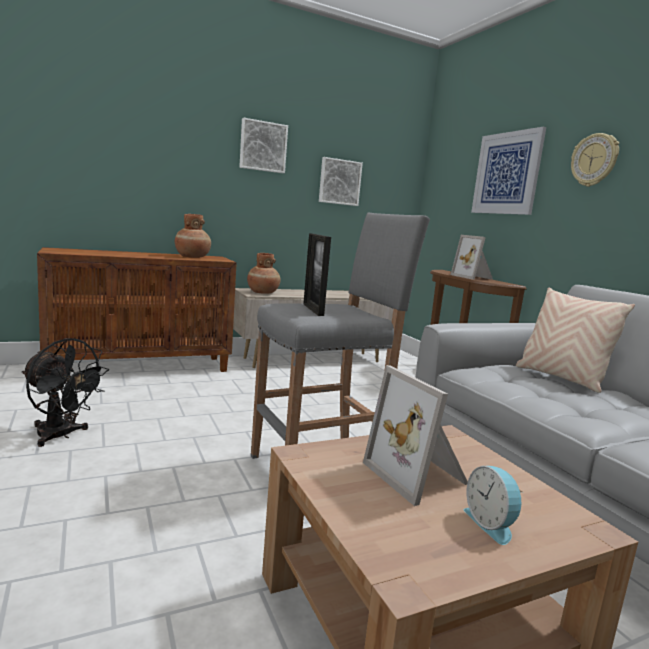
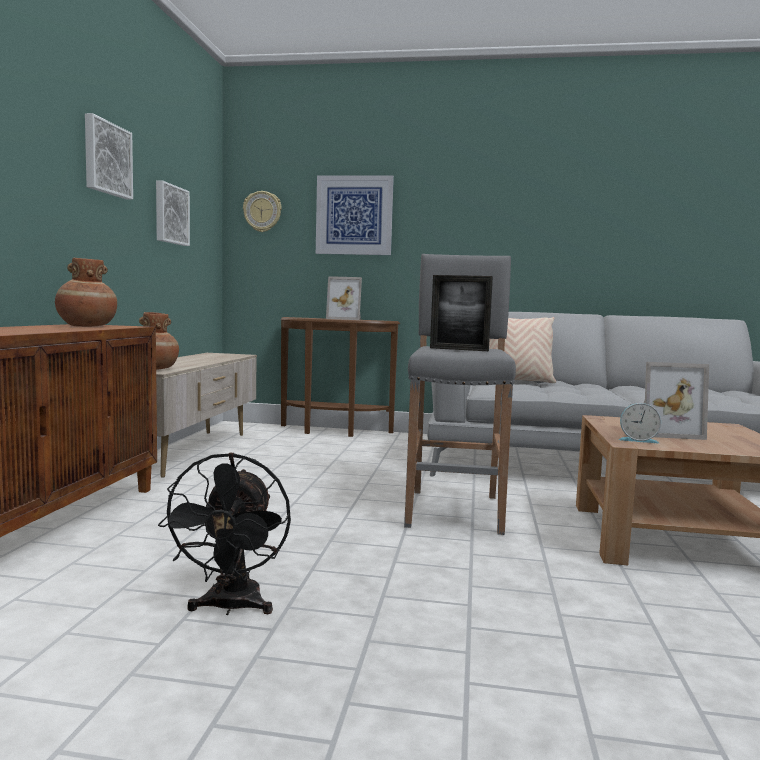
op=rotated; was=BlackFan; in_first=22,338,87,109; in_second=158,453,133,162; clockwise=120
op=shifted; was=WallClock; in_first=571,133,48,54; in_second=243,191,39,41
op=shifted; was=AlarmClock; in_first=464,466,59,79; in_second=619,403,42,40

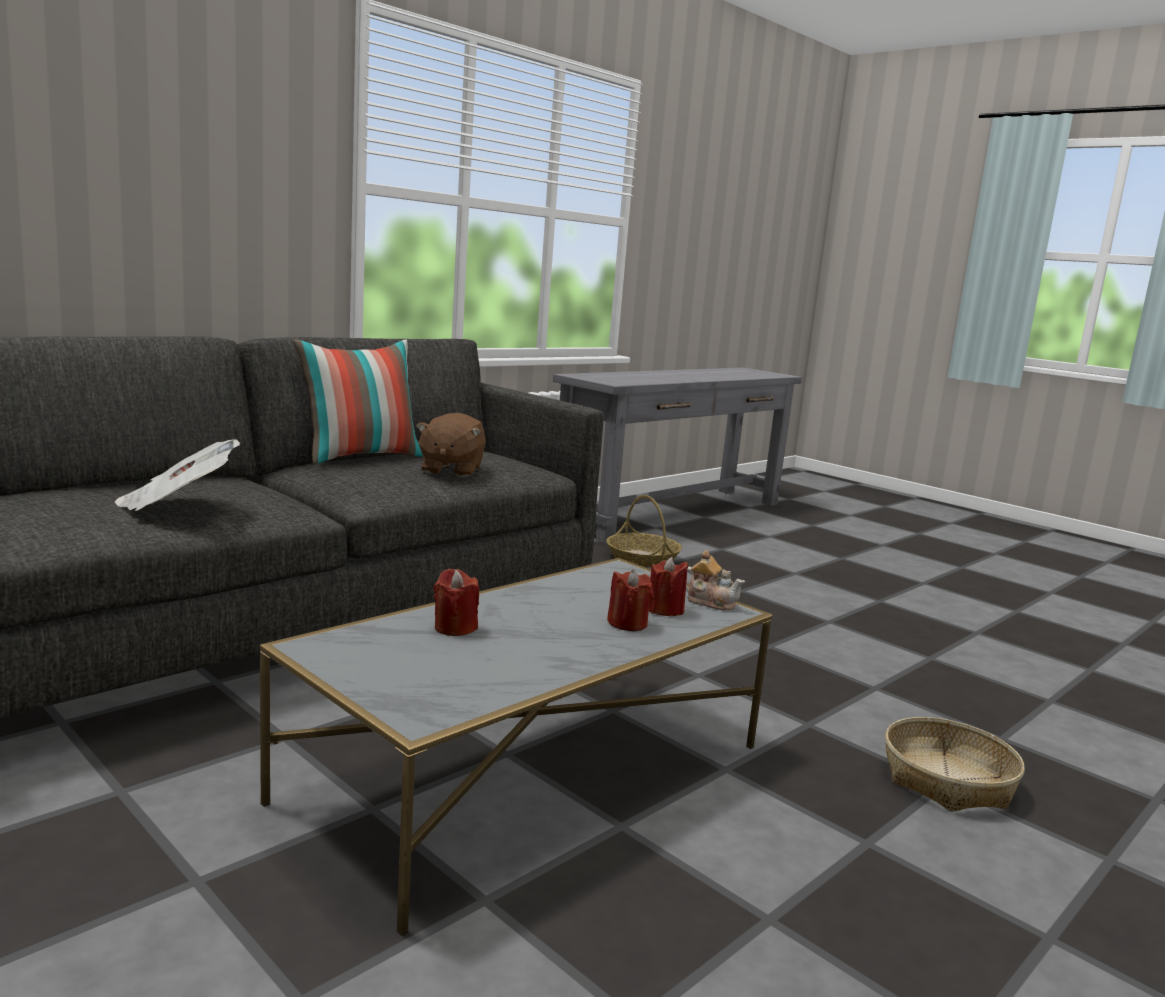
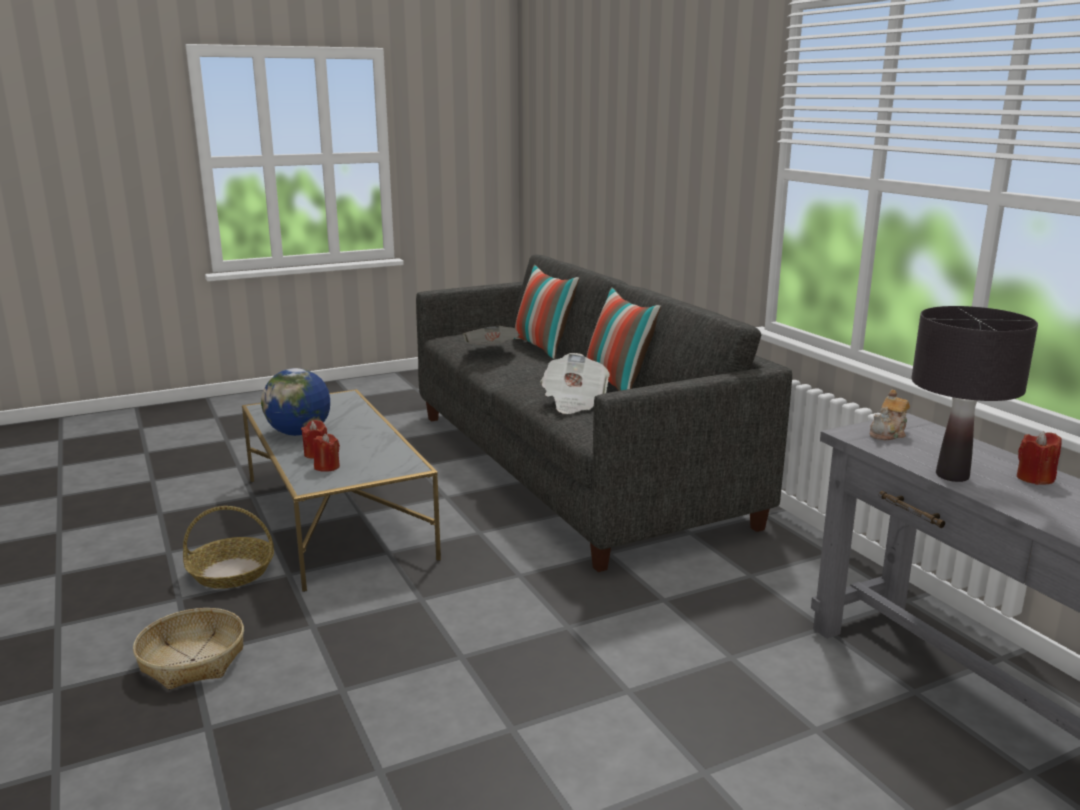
op=shifted; was=Basket; in_first=606,495,76,72; in_second=183,506,91,83
op=new; now=Globe; in_second=261,368,69,68
op=new; now=Pillow; in_second=514,265,65,94
op=swapped; was=BrownPlushToy; now=Newspaper; in_first=416,413,70,64; in_second=541,353,69,61
op=shifted; was=Teapot; in_first=686,550,59,61; in_second=869,390,41,50
op=new; now=BlackTableLamp; in_second=911,306,127,176
op=shifted; was=RedCandle; in_first=434,569,45,67; in_second=1017,431,45,54

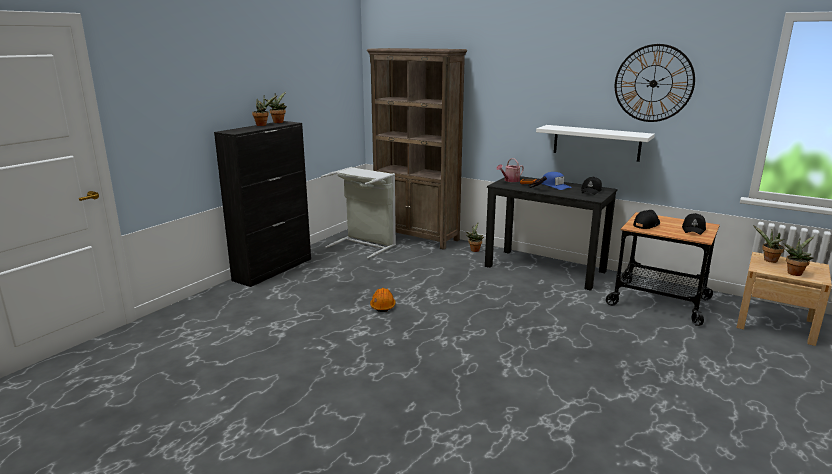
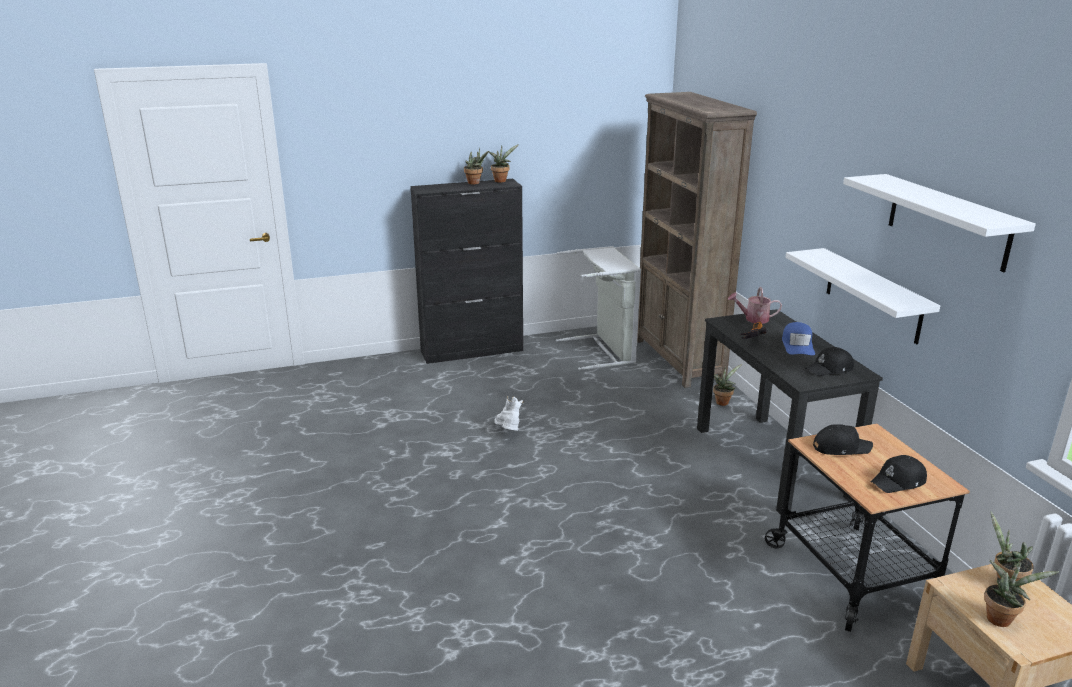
op=swapped; was=OrangeHardHat; now=WhiteBoot; in_first=370,288,26,24; in_second=494,396,30,35
op=swapped; was=WallClock; now=WhiteShelf; in_first=615,44,80,78; in_second=843,174,193,98

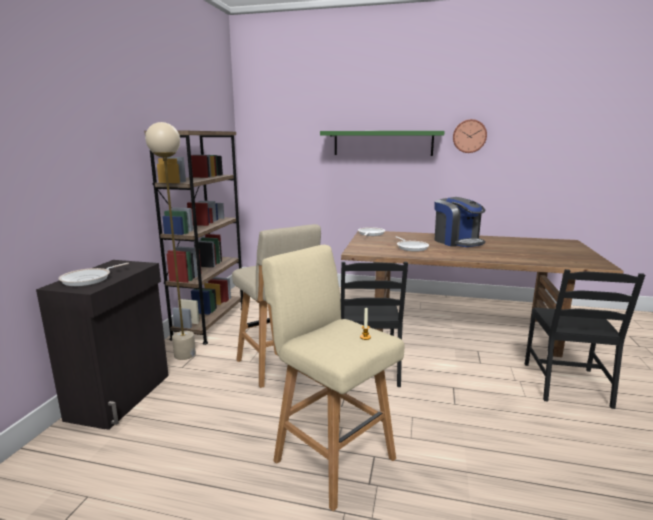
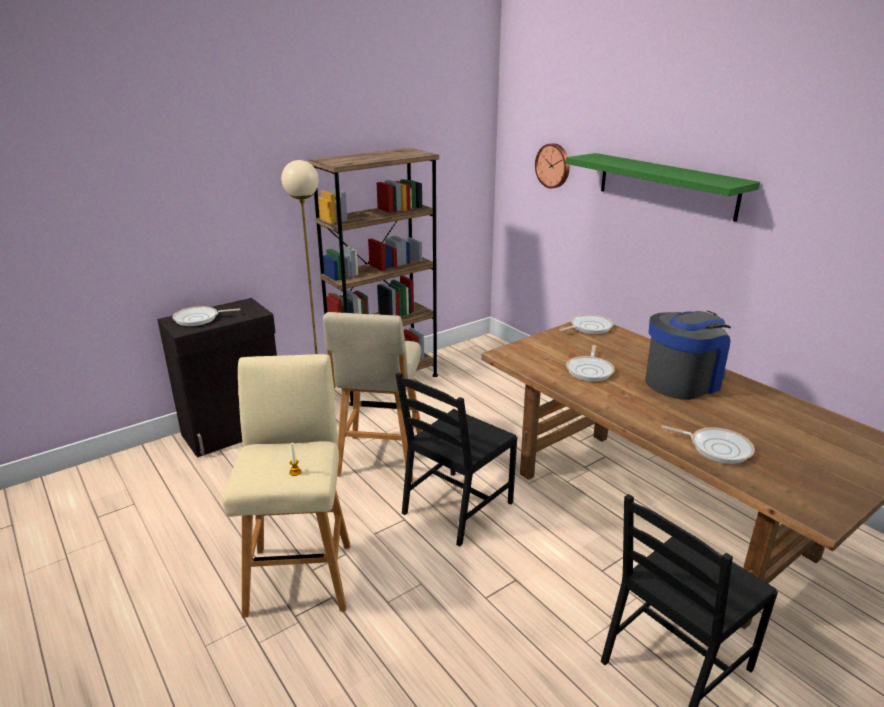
op=shifted; was=WallClock; in_first=453,119,34,34; in_second=535,143,35,45
op=rotated; was=CoffeeMachine; in_first=434,197,51,50; in_second=645,311,86,89; clockwise=-135
op=new; now=FryingPan; in_second=661,425,94,39

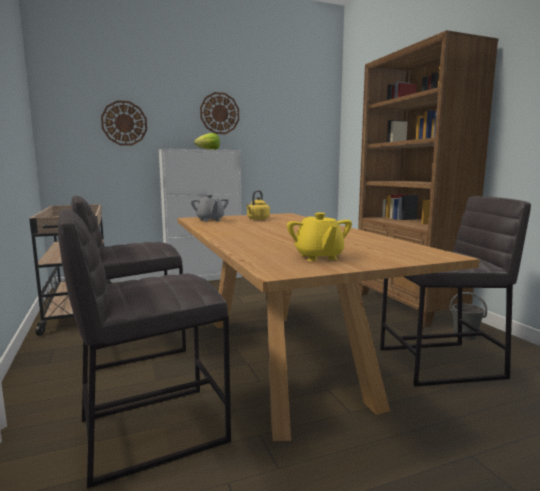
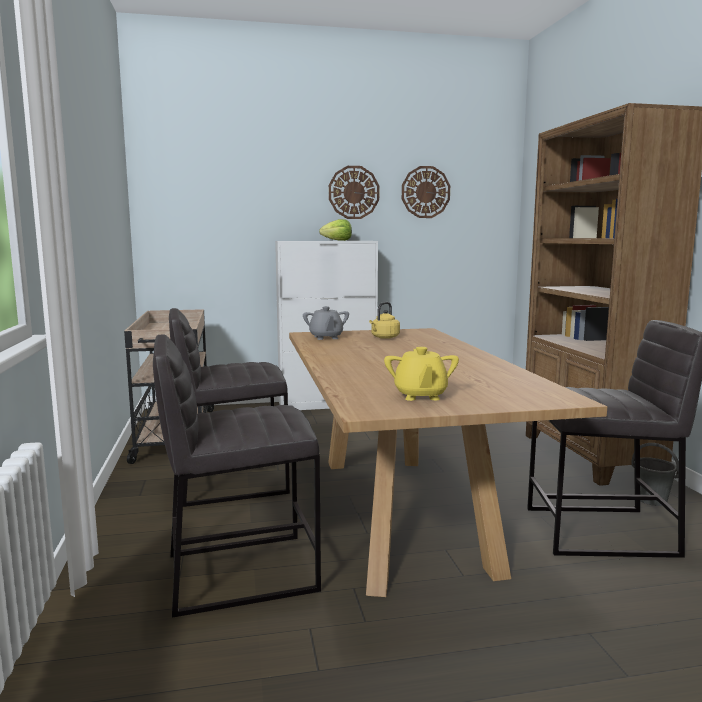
op=shifted; was=WallClock; in_first=101,100,46,46; in_second=402,166,48,52

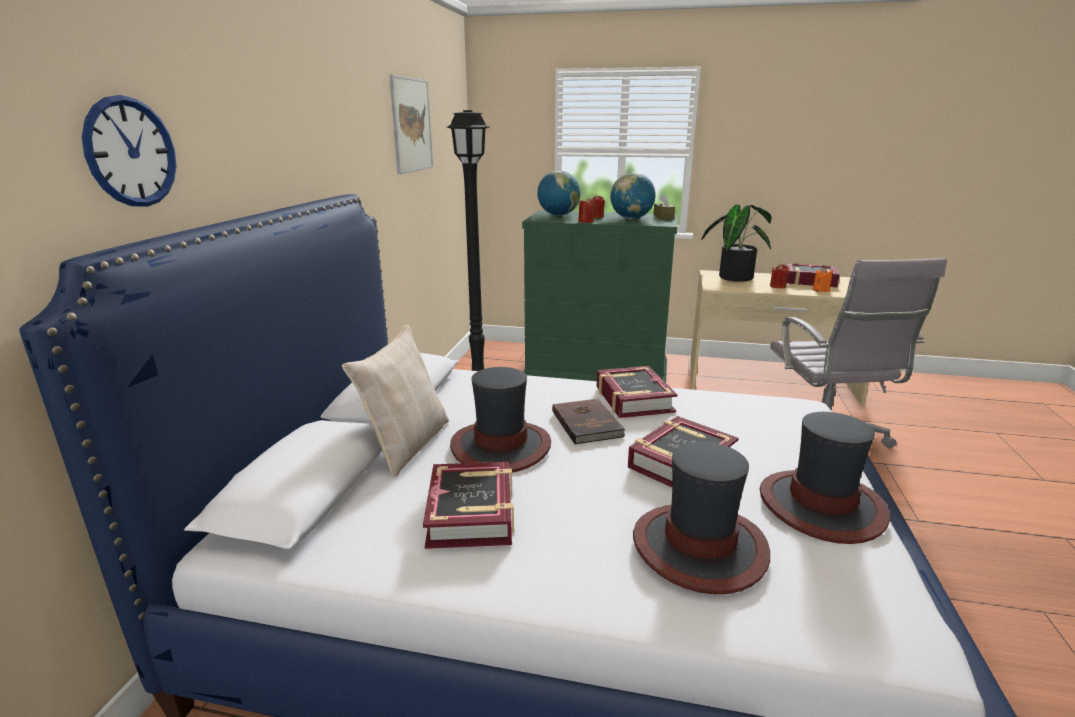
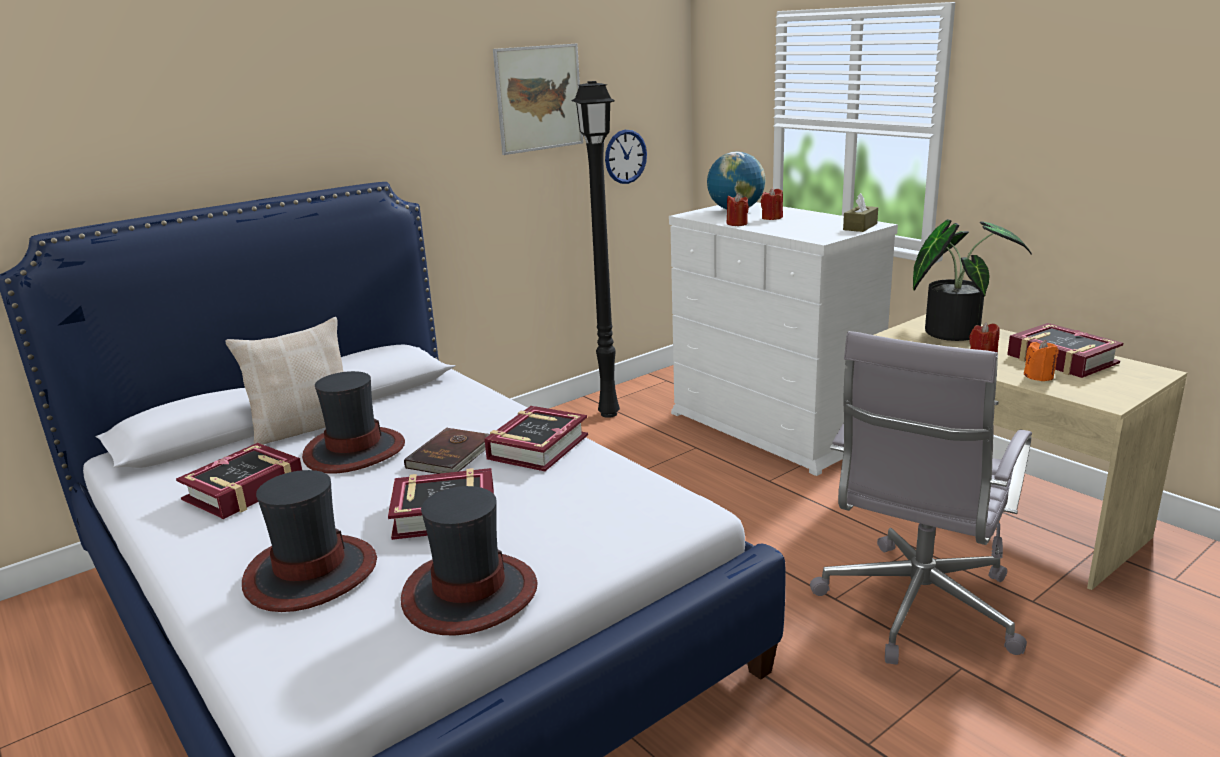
op=shifted; was=WallClock; in_first=82,95,94,112; in_second=605,130,42,54
op=repainted; was=GreenDresser; now=WhiteDresser; in_first=522,210,155,172; in_second=669,202,229,274
op=gone; was=Globe; in_first=610,172,46,47

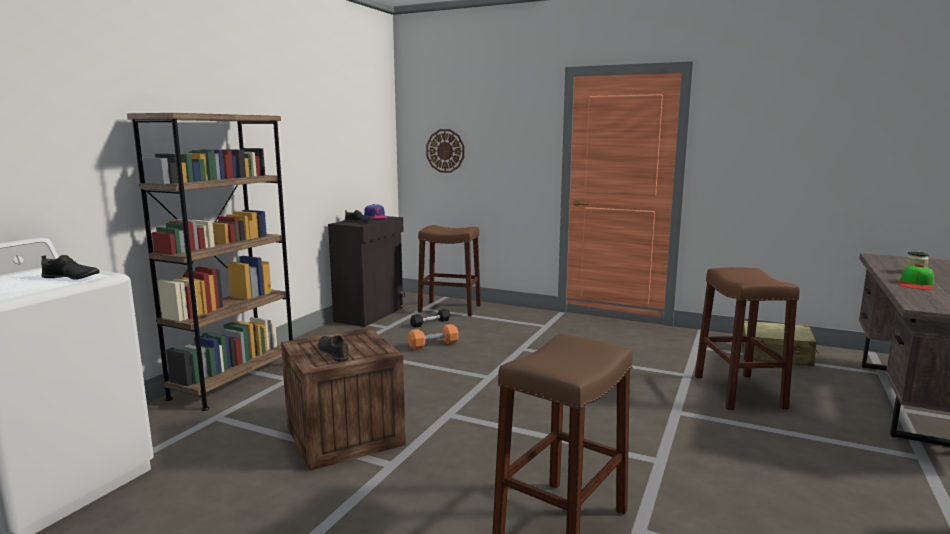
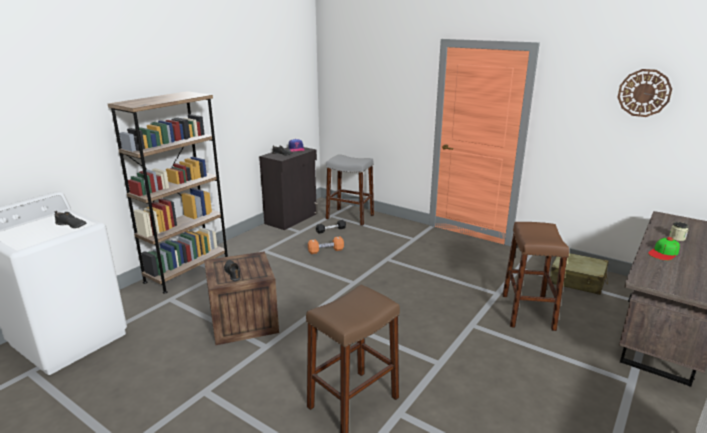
op=repainted; was=BrownStool; now=GreyStool; in_first=418,225,63,91; in_second=326,154,48,72
op=shifted; was=WallClock; in_first=426,129,38,44; in_second=617,69,55,48

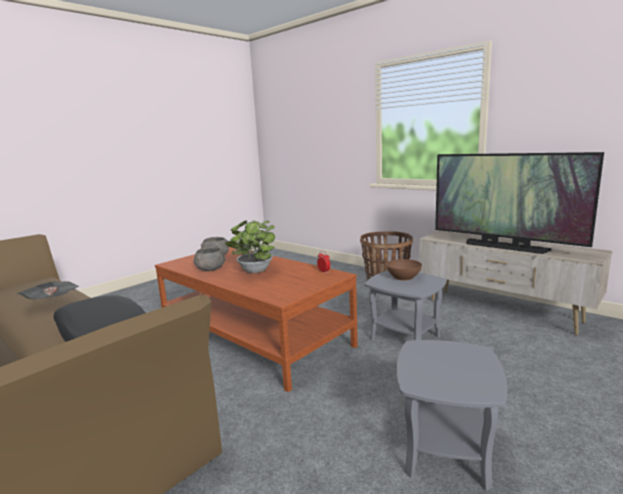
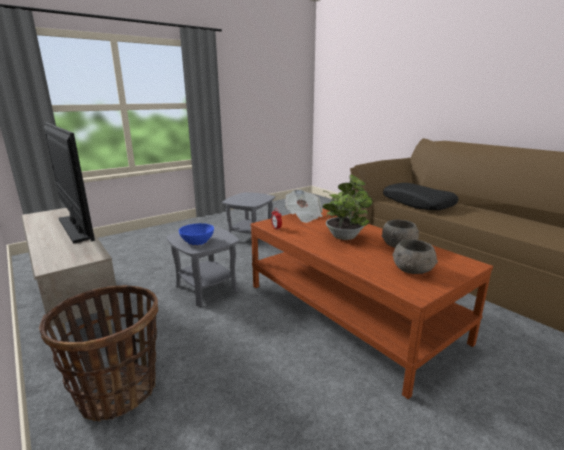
op=repainted; was=BrownBowl; now=BlueBowl; in_first=386,259,36,21; in_second=179,223,35,22
op=shifted; was=Newspaper; in_first=17,281,61,19; in_second=285,189,38,34

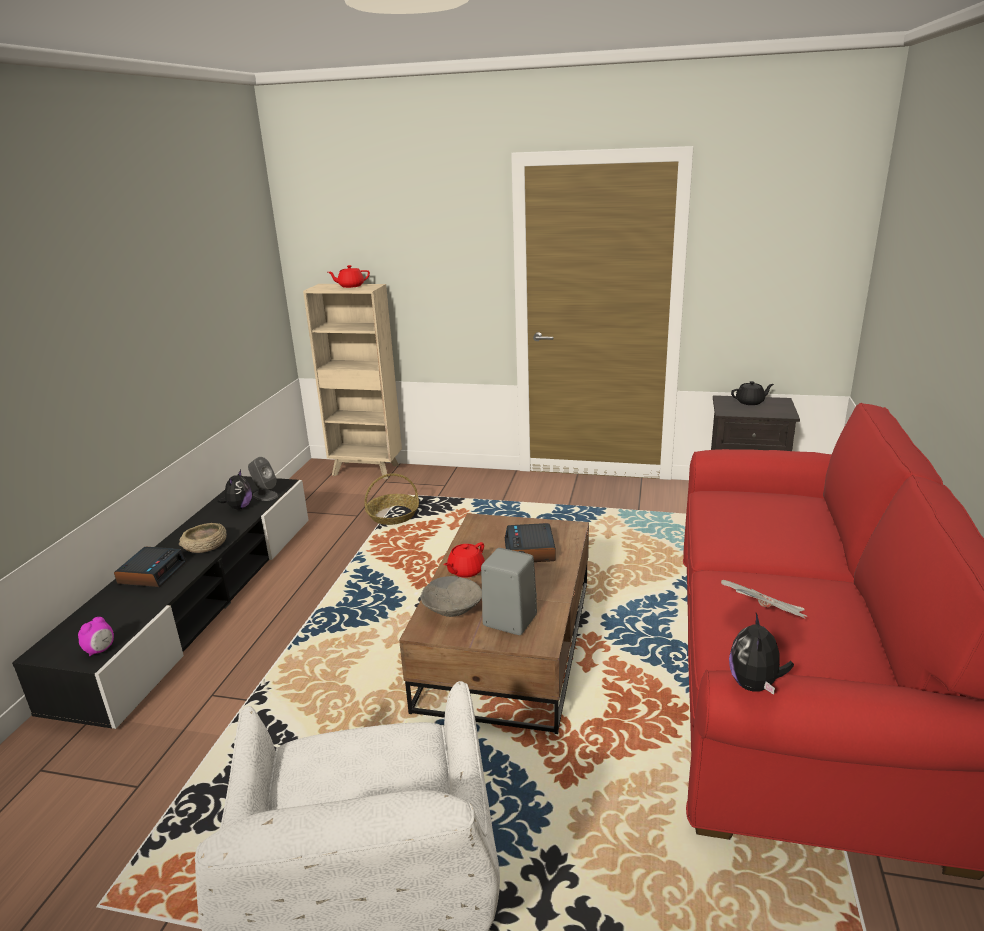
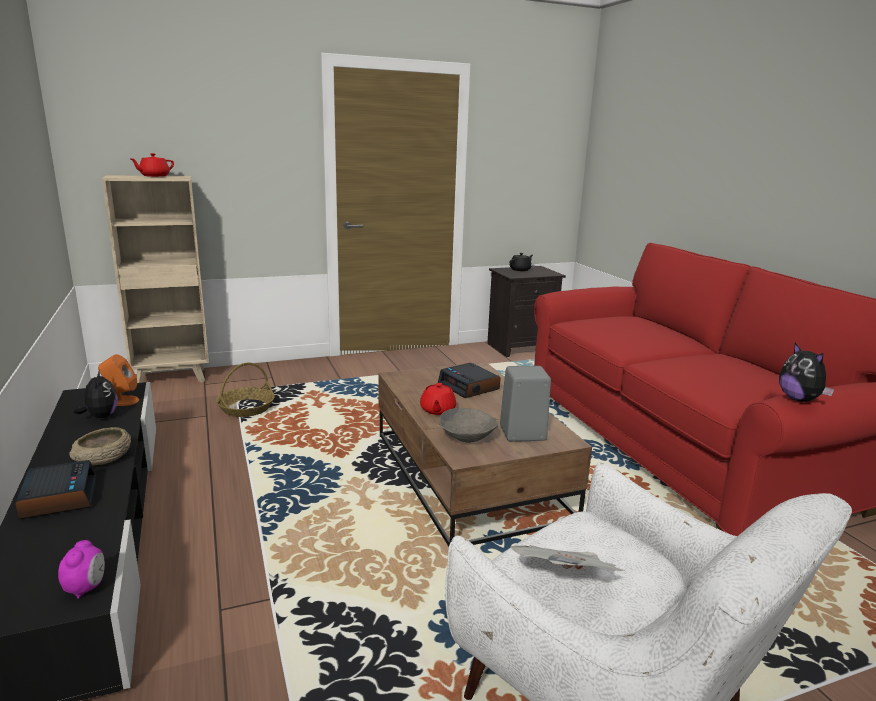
op=repainted; was=GreySpeaker; now=OrangeSpeaker; in_first=248,457,30,44; in_second=98,354,41,52
op=shifted; was=Newspaper; in_first=721,580,87,39; in_second=511,545,113,26

